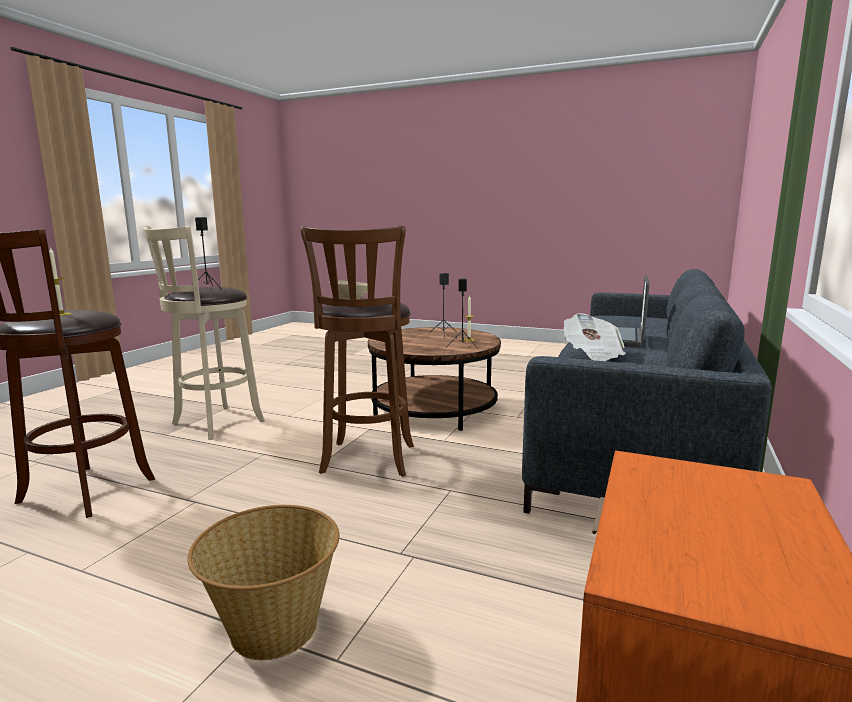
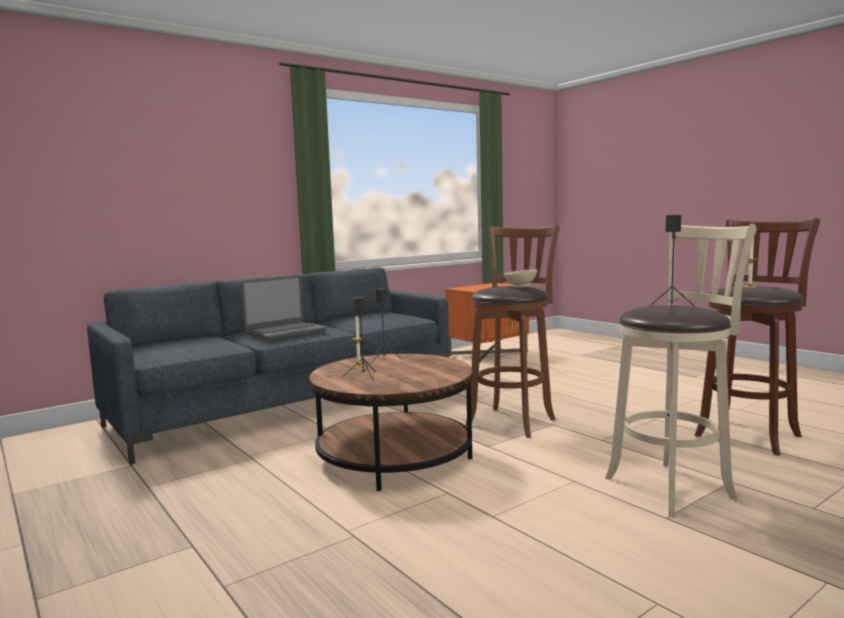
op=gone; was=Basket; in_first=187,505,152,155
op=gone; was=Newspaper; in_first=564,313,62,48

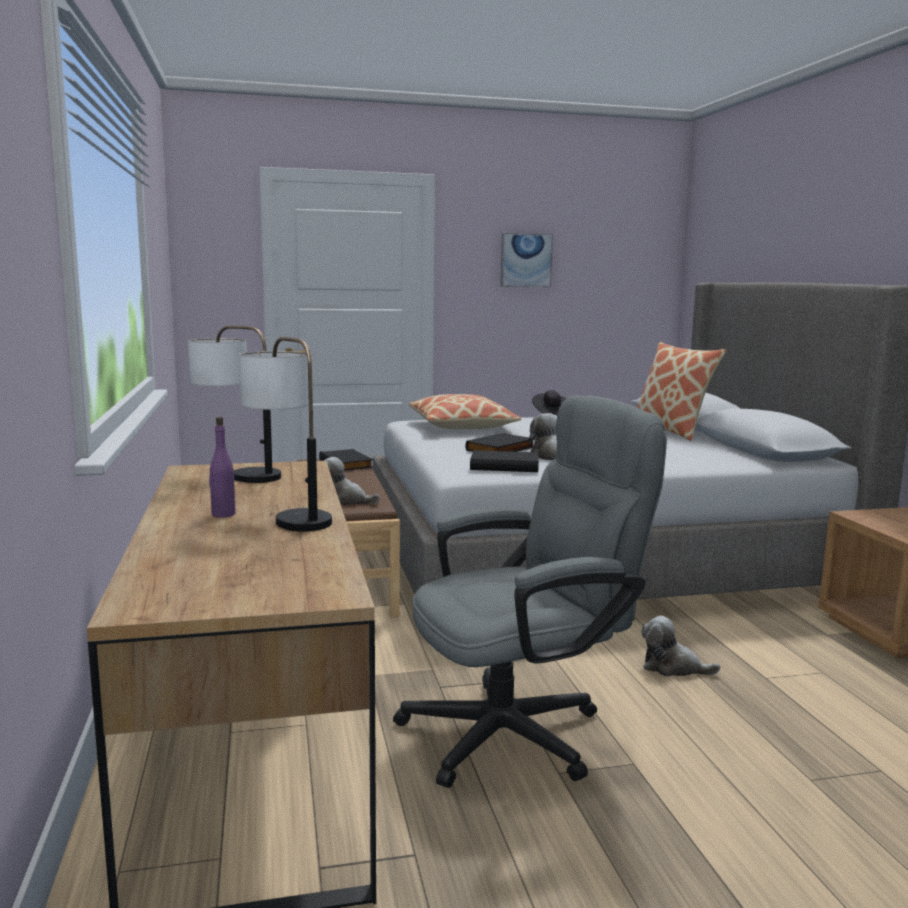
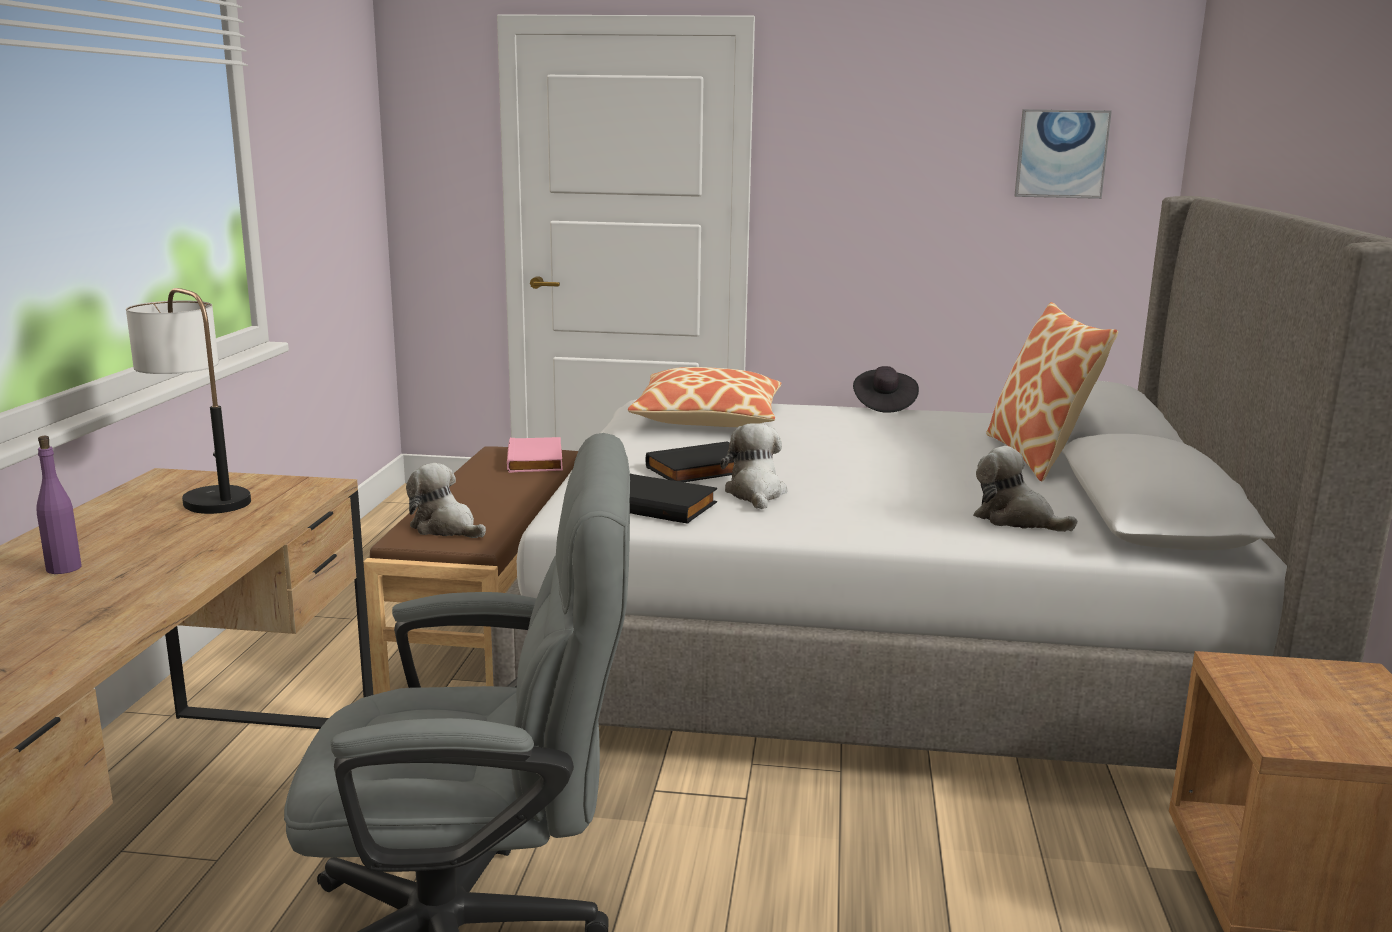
op=repainted; was=BlackBook; now=PinkBook; in_first=319,449,54,22; in_second=507,437,56,36
op=shifted; was=PlushToy; in_first=641,616,79,61; in_second=973,446,104,86
op=shifted; was=Picture; in_first=500,233,53,54; in_second=1014,109,98,90
op=gone; was=TableLamp; in_first=239,337,93,195

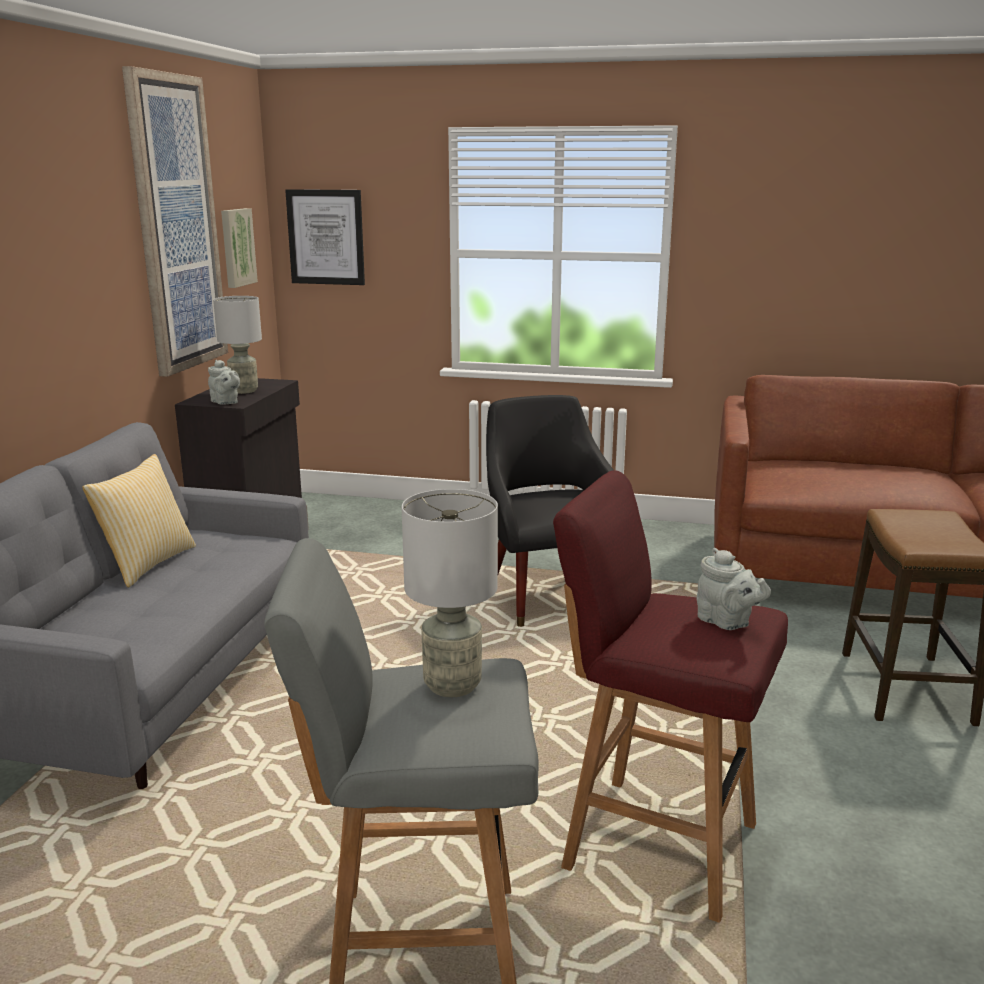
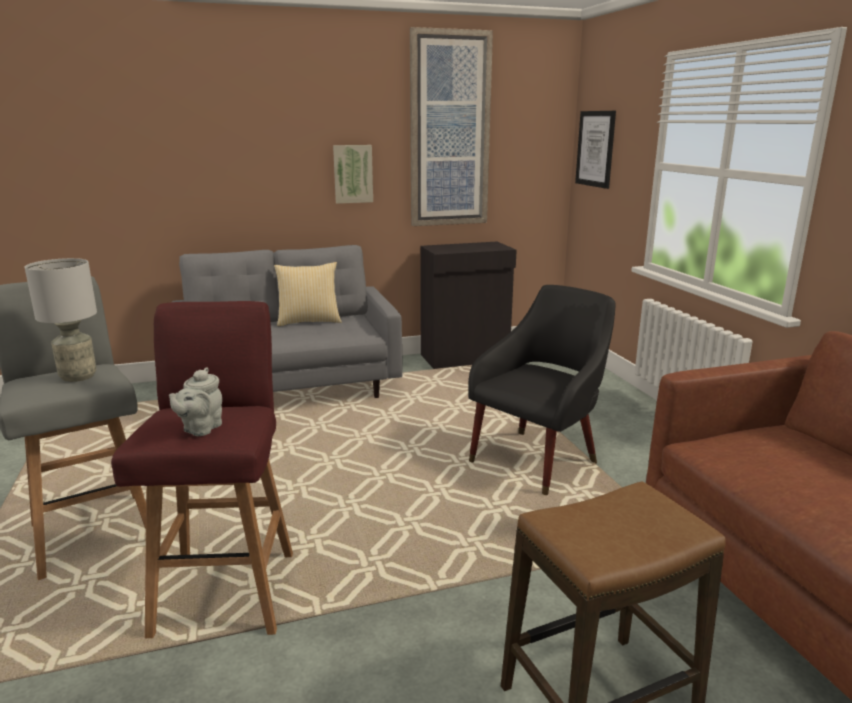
op=shifted; was=Picture; in_first=221,208,37,80; in_second=333,145,40,59
op=gone; was=GreyTeapot; in_first=208,360,32,45
op=gone; was=GreyTableLamp; in_first=213,296,49,98

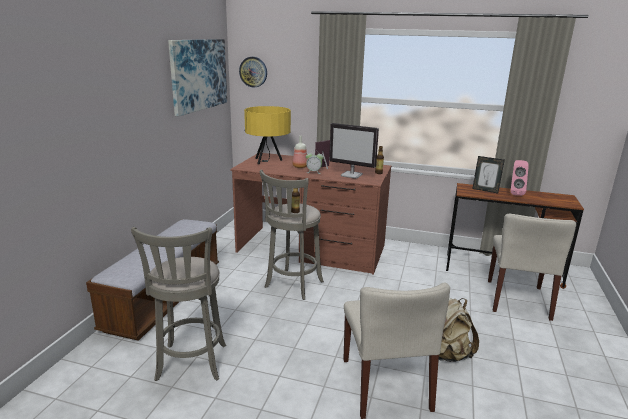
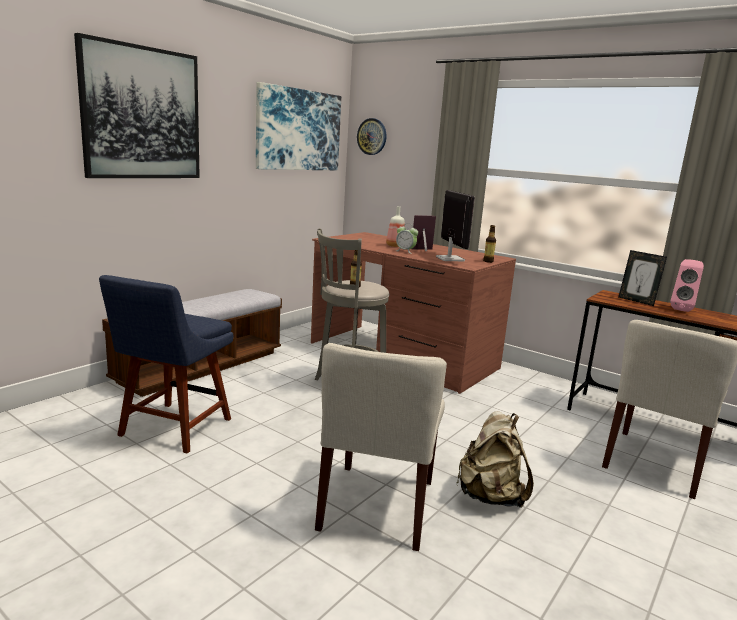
op=new; now=Picture; in_second=74,33,126,145
op=swapped; was=GreyStool; now=BlueChair; in_first=131,227,95,154; in_second=99,275,135,179
op=rotated; was=Monitor; in_first=329,123,50,56; in_second=436,190,39,71; clockwise=-150
op=gone; was=YellowTableLamp; in_first=244,106,47,58

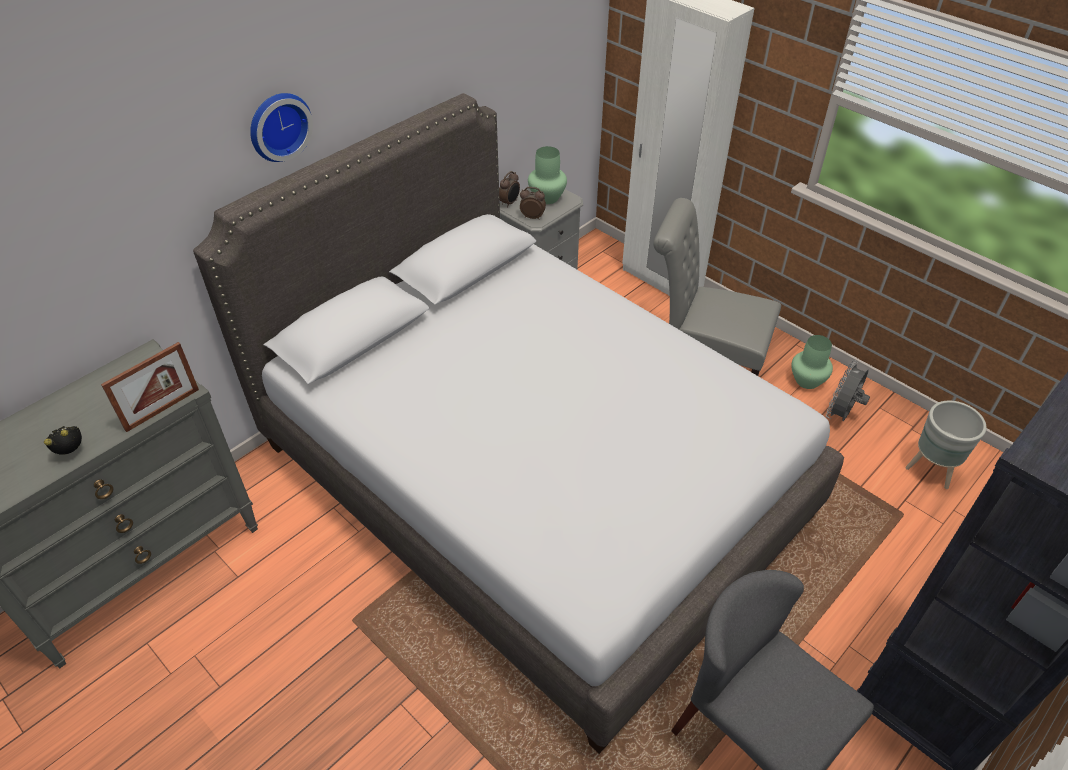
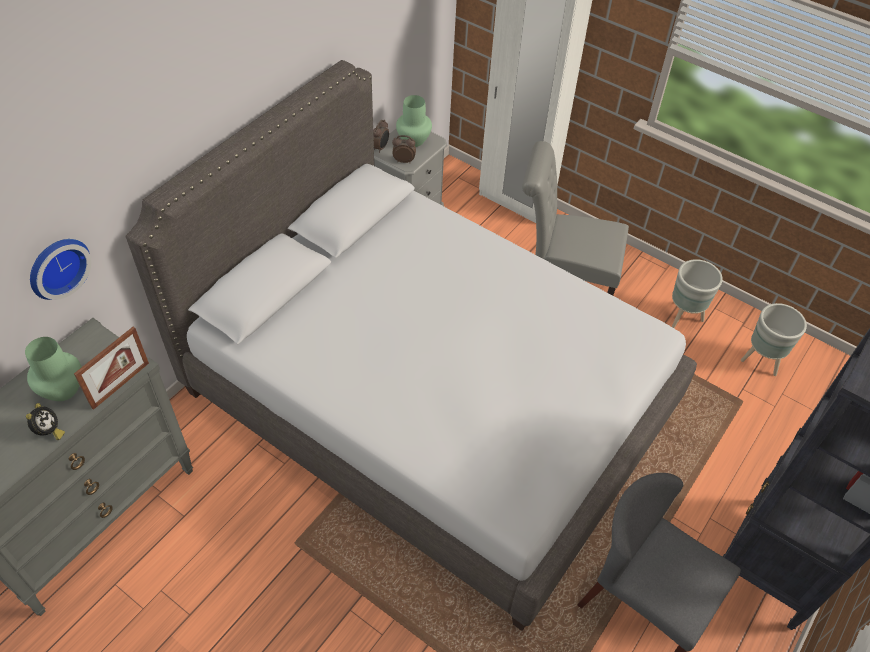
op=shifted; was=GreenVase; in_first=791,335,42,54; in_second=25,337,57,64
op=rotated; was=AlarmClock; in_first=44,426,38,29; in_second=26,403,39,37; clockwise=135
op=shifted; was=WallClock; in_first=250,93,63,69; in_second=30,239,61,61
op=swapped; was=GreyFan; now=GreyPlanter; in_first=826,360,44,61; in_second=672,259,51,69

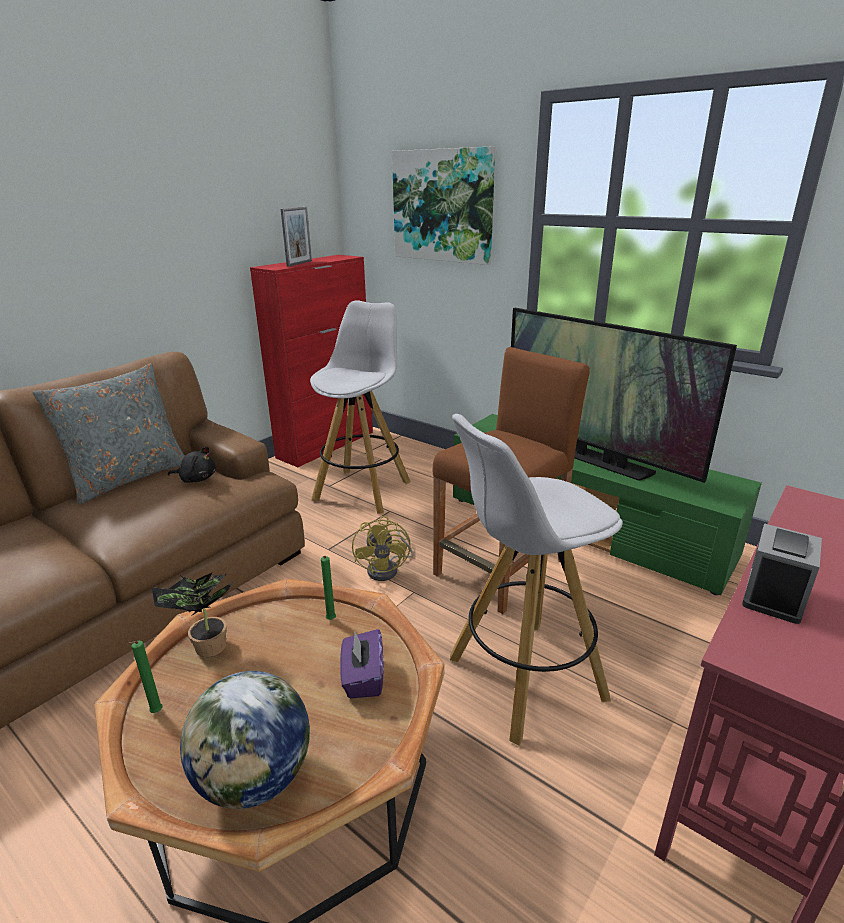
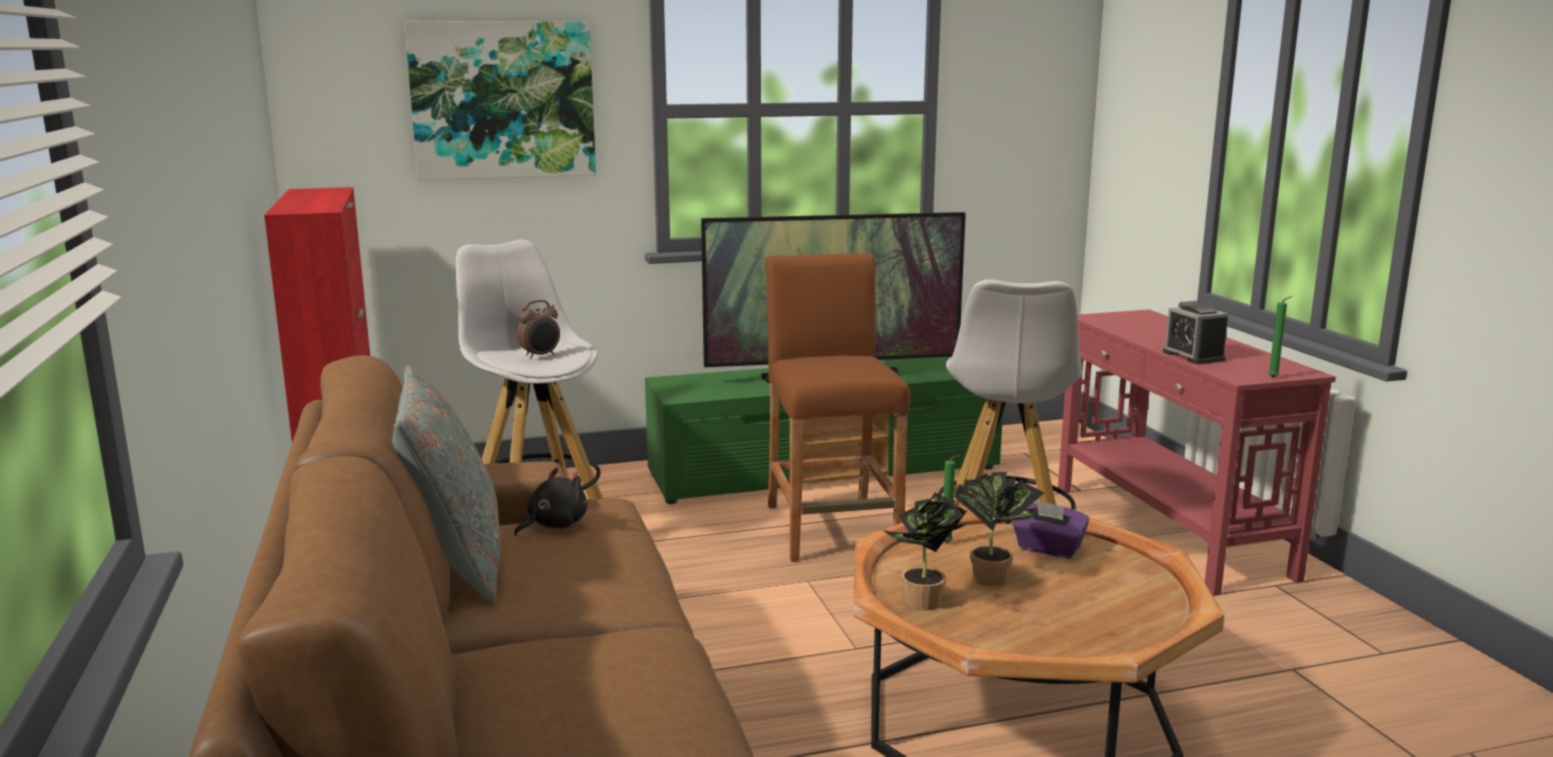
op=new; now=AlarmClock; in_second=517,300,43,59
op=new; now=PottedPlant; in_second=954,472,91,114
op=shifted; was=GreenCandle; in_first=127,641,36,72; in_second=1268,296,24,82
op=gone; was=Globe; in_first=180,671,130,138
op=gone; was=PictureFrame; in_first=281,207,31,60
op=gone; was=YellowFan; in_first=352,516,61,65

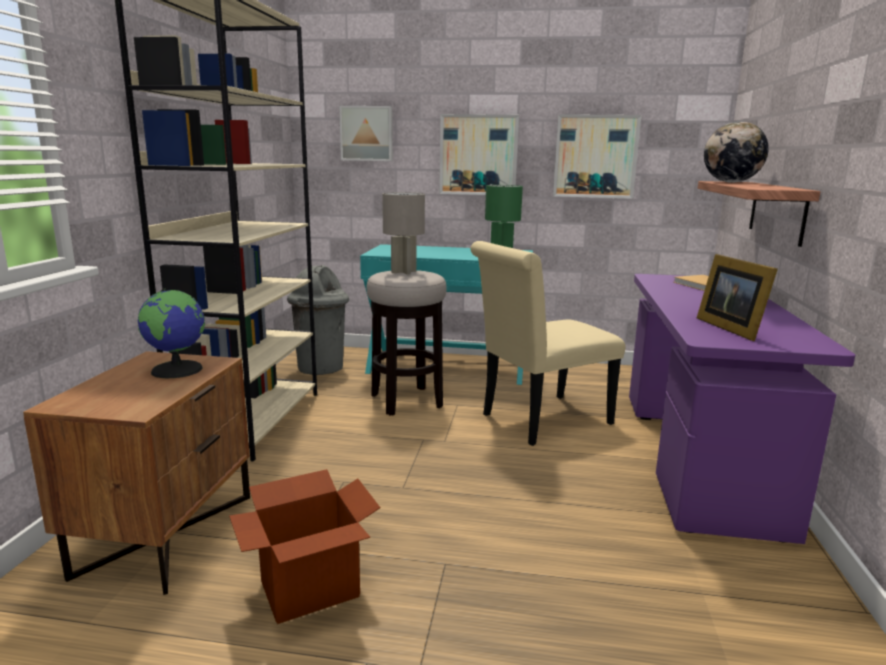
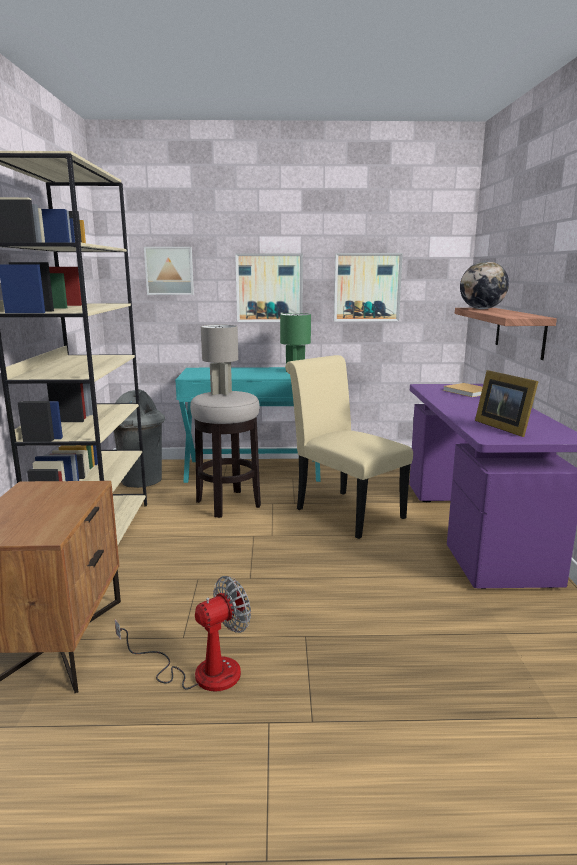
op=swapped; was=CardboardBox; now=Fan; in_first=229,469,151,155; in_second=115,576,136,116
op=rotated; was=BeigeChair; in_first=470,241,155,205; in_second=285,355,128,184; clockwise=90
op=gone; was=Globe; in_first=138,289,67,89

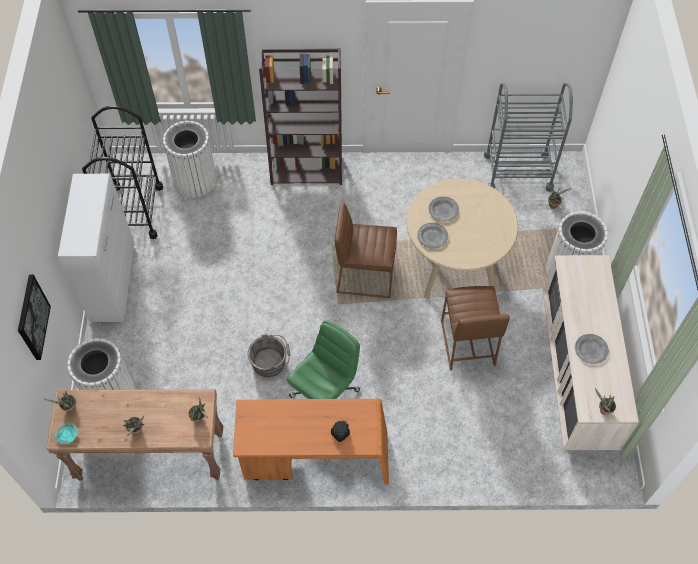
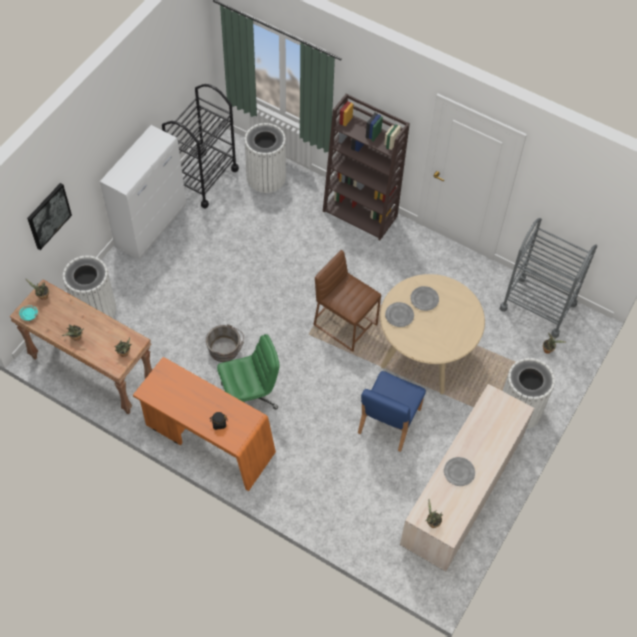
op=swapped; was=BrownStool; now=BlueChair; in_first=441,286,69,85; in_second=358,371,68,81

